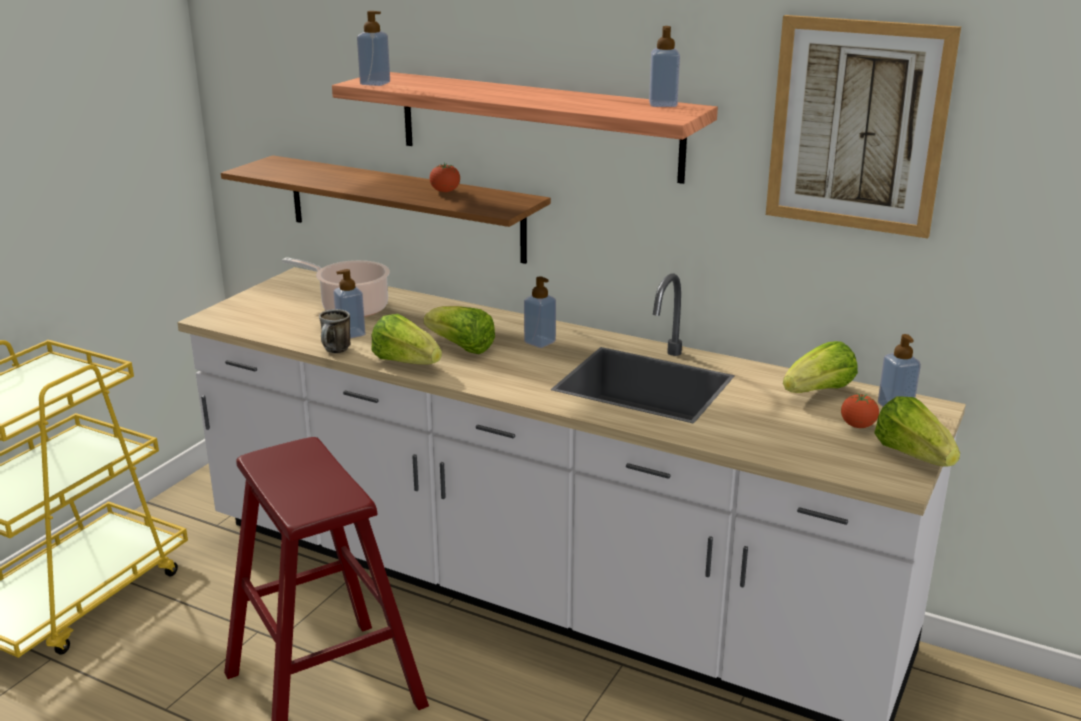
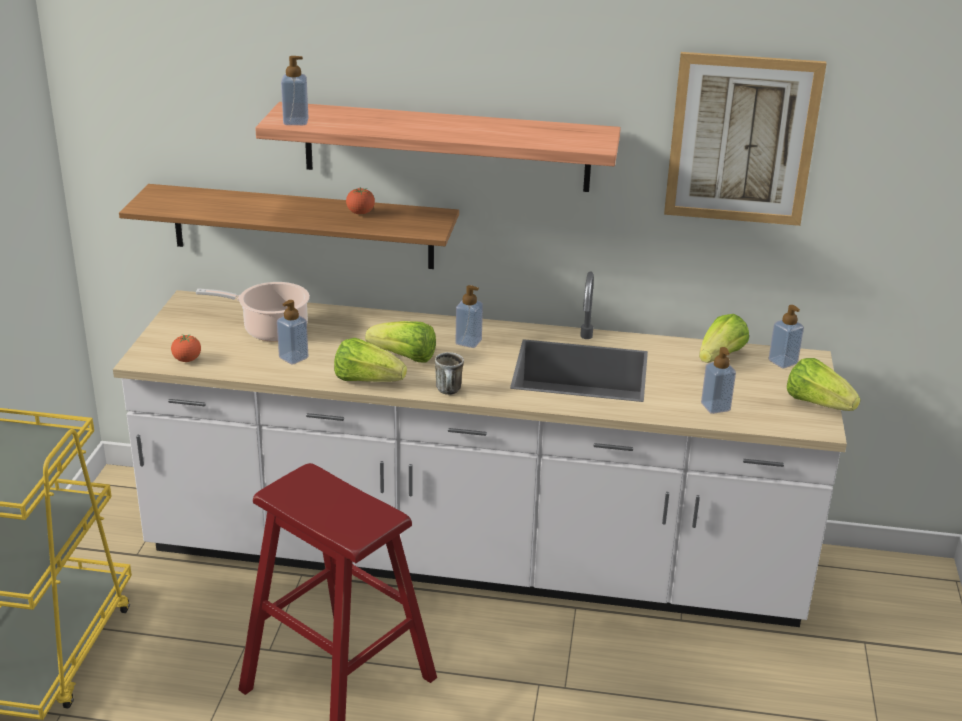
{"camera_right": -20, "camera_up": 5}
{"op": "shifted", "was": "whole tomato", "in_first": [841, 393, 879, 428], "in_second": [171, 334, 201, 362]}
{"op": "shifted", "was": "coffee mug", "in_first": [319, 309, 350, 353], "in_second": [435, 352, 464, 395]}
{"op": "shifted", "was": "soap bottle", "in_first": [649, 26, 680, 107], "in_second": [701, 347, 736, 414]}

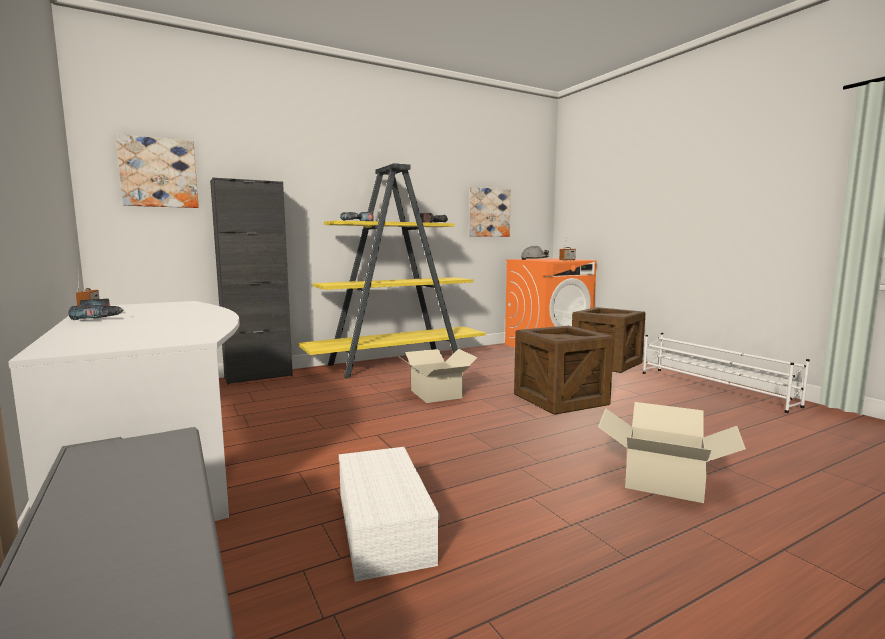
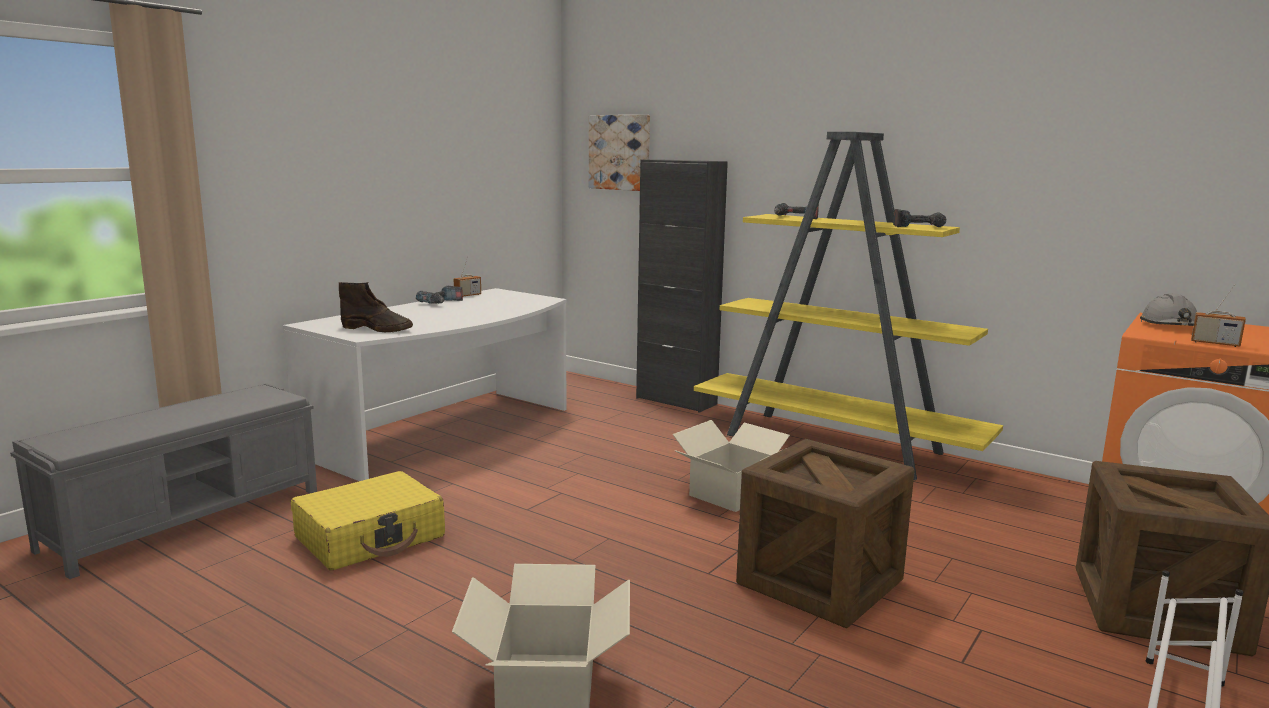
{"camera_right": 65, "camera_up": 5}
{"op": "swapped", "was": "storage bin/white-coloured", "now": "travel case/yellow", "in_first": [339, 447, 439, 582], "in_second": [291, 471, 445, 570]}
{"op": "new", "now": "boot/brown-coloured", "in_second": [339, 282, 413, 333]}
{"op": "gone", "was": "wall picture", "in_first": [469, 187, 511, 237]}

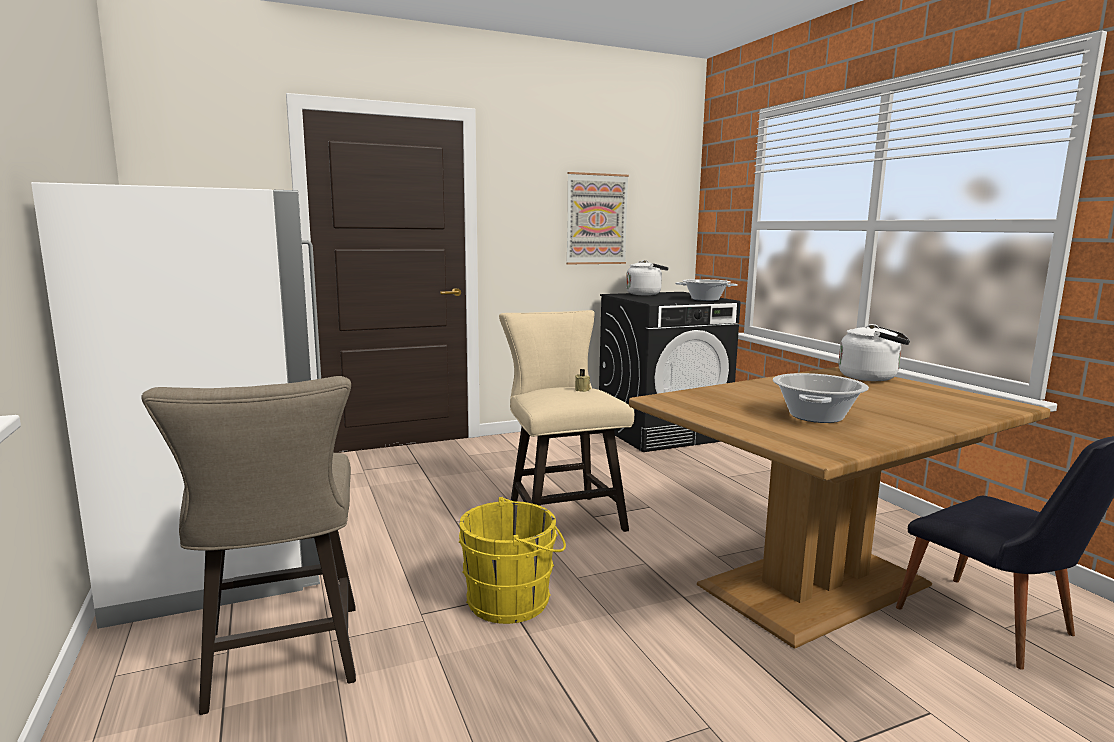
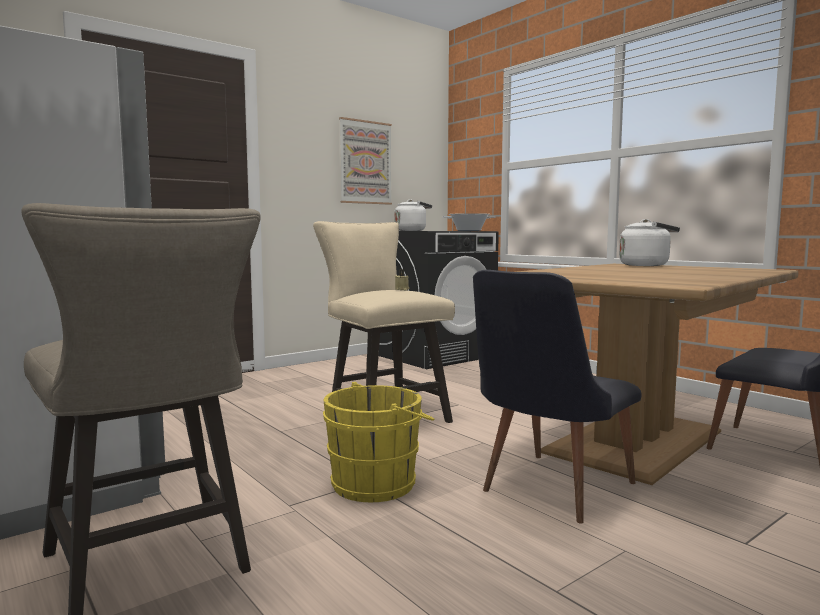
{"camera_right": -15, "camera_up": -5}
{"op": "new", "now": "chair/blackish", "in_second": [473, 270, 642, 524]}
{"op": "gone", "was": "cooking pot", "in_first": [773, 373, 869, 423]}

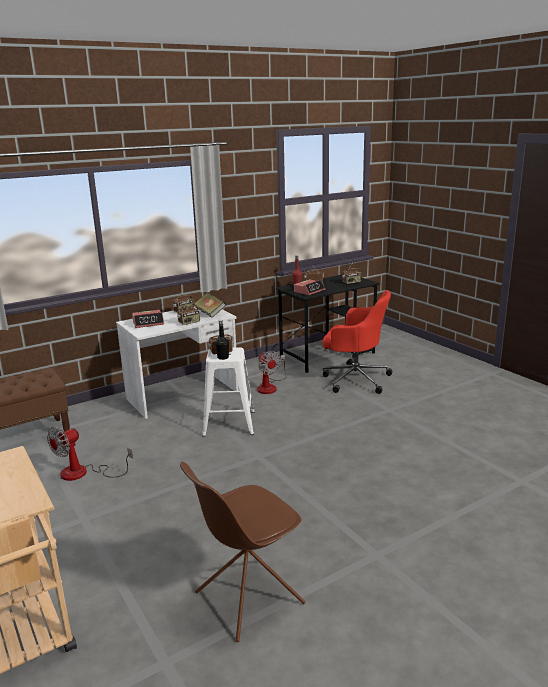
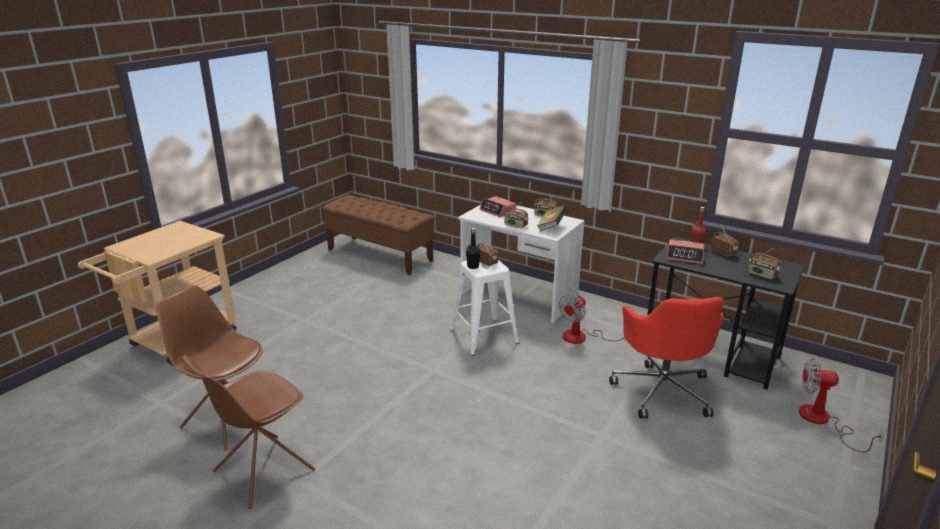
{"camera_right": 65, "camera_up": 5}
{"op": "new", "now": "chair/brown-coloured", "in_second": [182, 355, 315, 509]}
{"op": "shifted", "was": "electric fan", "in_first": [47, 427, 133, 481], "in_second": [799, 359, 884, 452]}

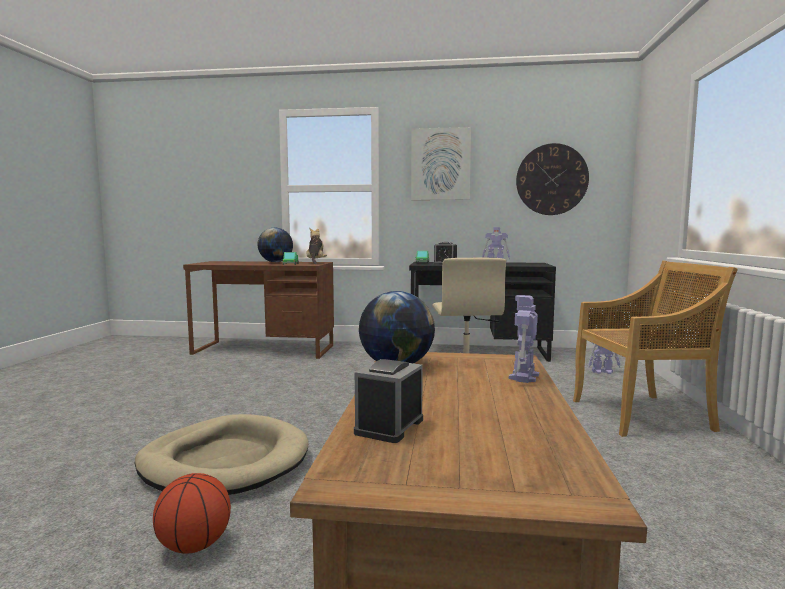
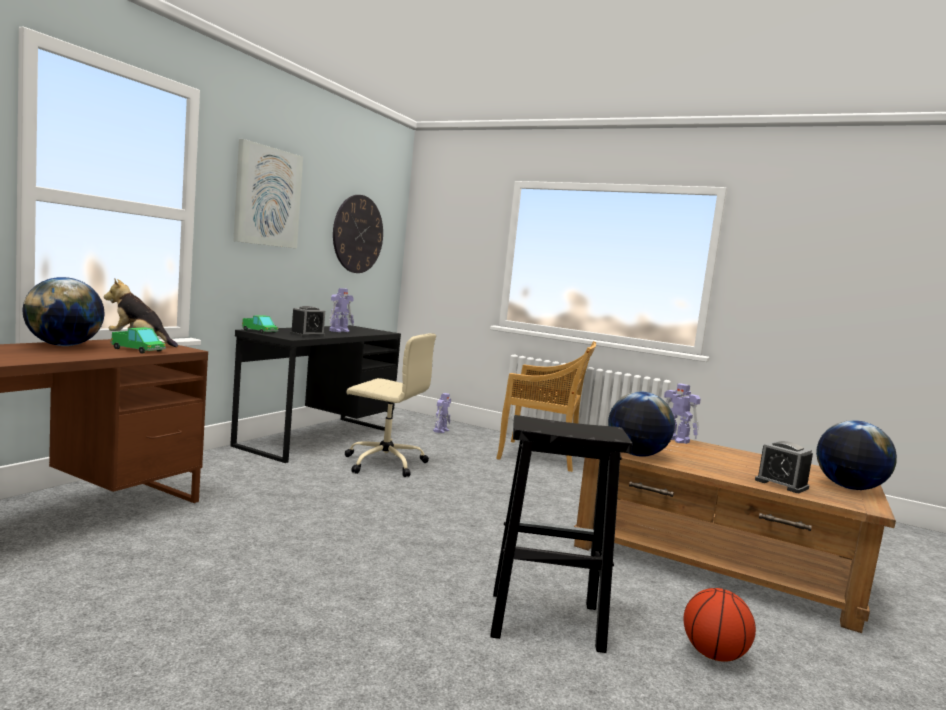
{"camera_right": -70, "camera_up": 0}
{"op": "swapped", "was": "dog cushion/beige-coloured", "now": "stool seat/blackish", "in_first": [134, 414, 309, 495], "in_second": [490, 415, 632, 653]}
{"op": "rotated", "was": "chair/beige-coloured", "in_first": [573, 261, 738, 437], "in_second": [496, 341, 596, 472], "clockwise": 90}
{"op": "new", "now": "globe", "in_second": [816, 420, 897, 490]}

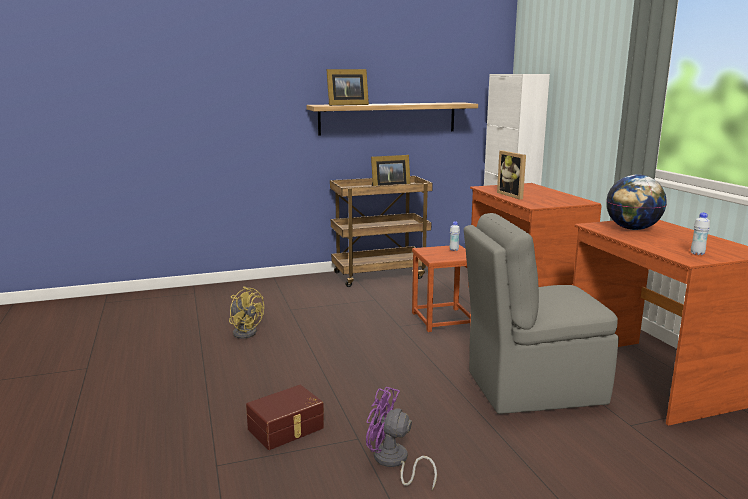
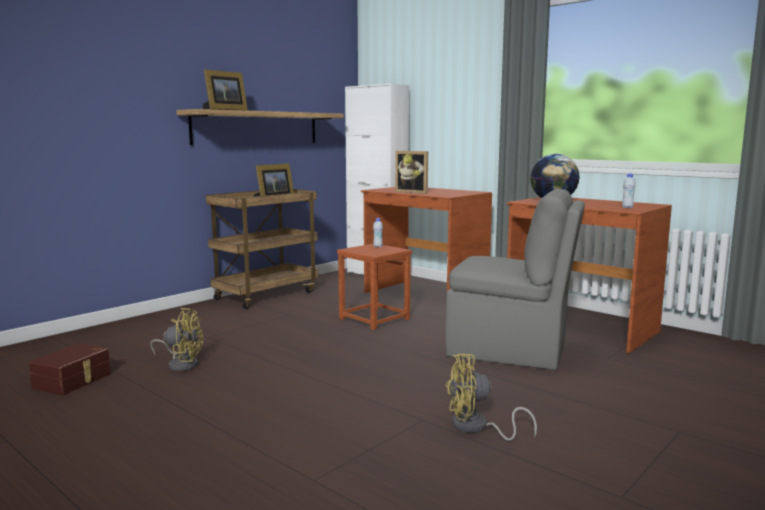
{"camera_right": -30, "camera_up": -5}
{"op": "shifted", "was": "storage bin/brown-coloured", "in_first": [246, 385, 324, 450], "in_second": [29, 343, 111, 396]}
{"op": "repainted", "was": "electric fan/purplish", "now": "electric fan/yellow", "in_first": [366, 387, 437, 490], "in_second": [445, 353, 537, 441]}
{"op": "rotated", "was": "chair/grey", "in_first": [464, 213, 619, 414], "in_second": [446, 189, 585, 370], "clockwise": -120}

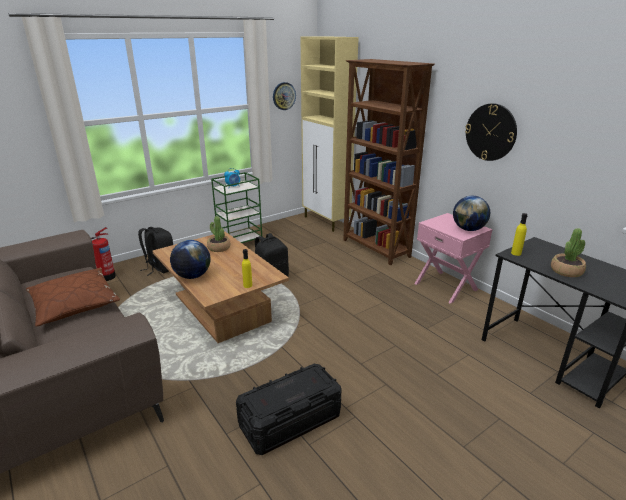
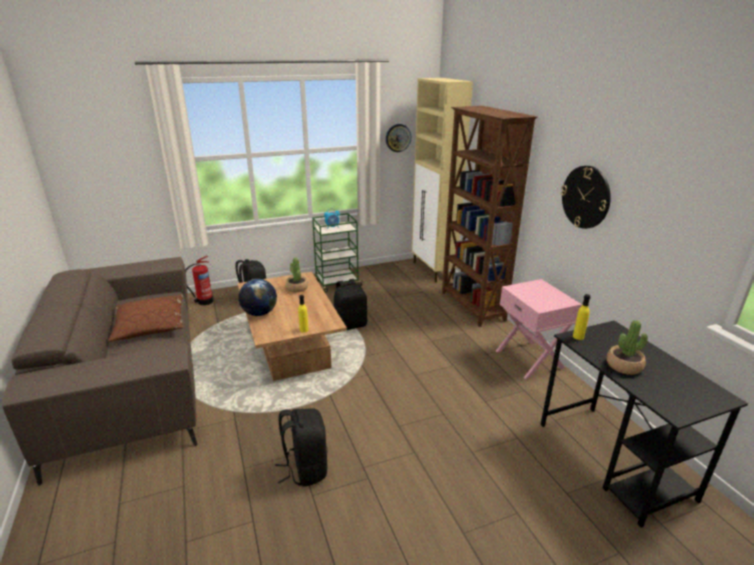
{"camera_right": 15, "camera_up": 0}
{"op": "swapped", "was": "storage bin/blackish", "now": "knapsack/blackish", "in_first": [236, 364, 342, 455], "in_second": [275, 408, 327, 487]}
{"op": "gone", "was": "globe", "in_first": [453, 196, 490, 231]}

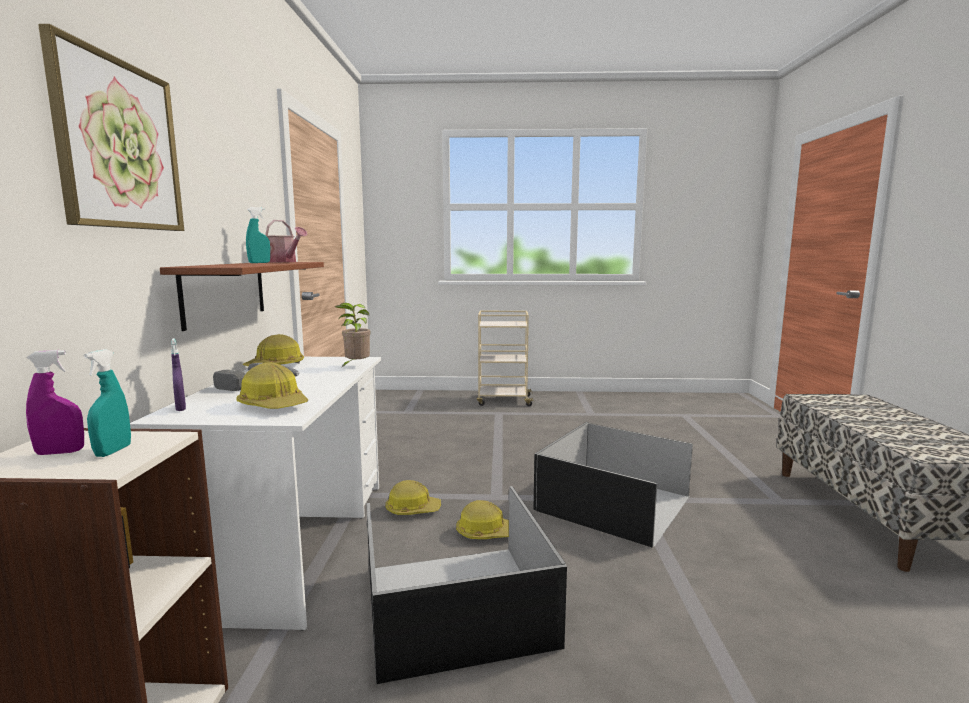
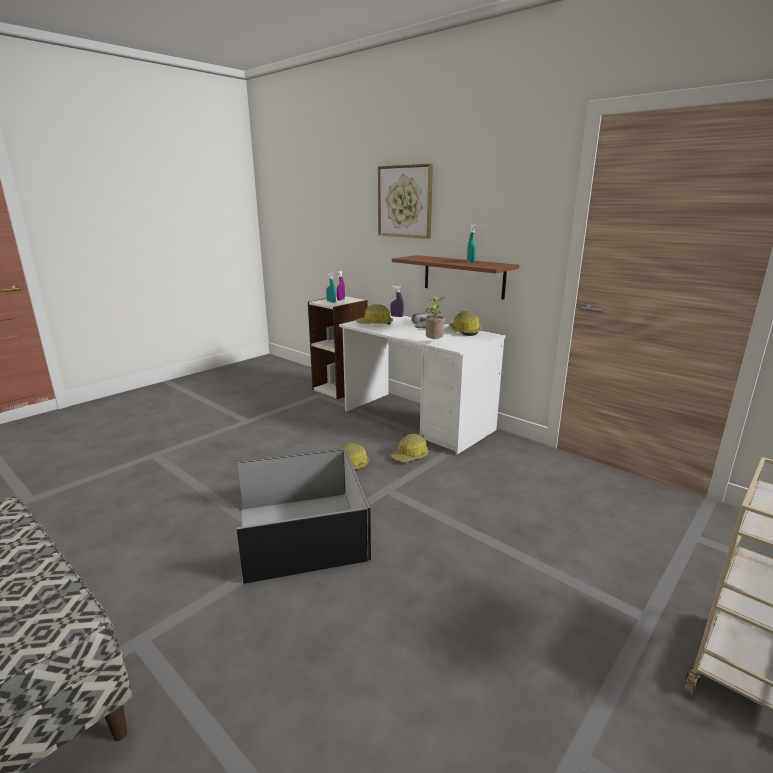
{"camera_right": 130, "camera_up": 10}
{"op": "gone", "was": "sprinkling can", "in_first": [265, 220, 307, 262]}
{"op": "gone", "was": "storage bin/blackish", "in_first": [366, 486, 567, 684]}

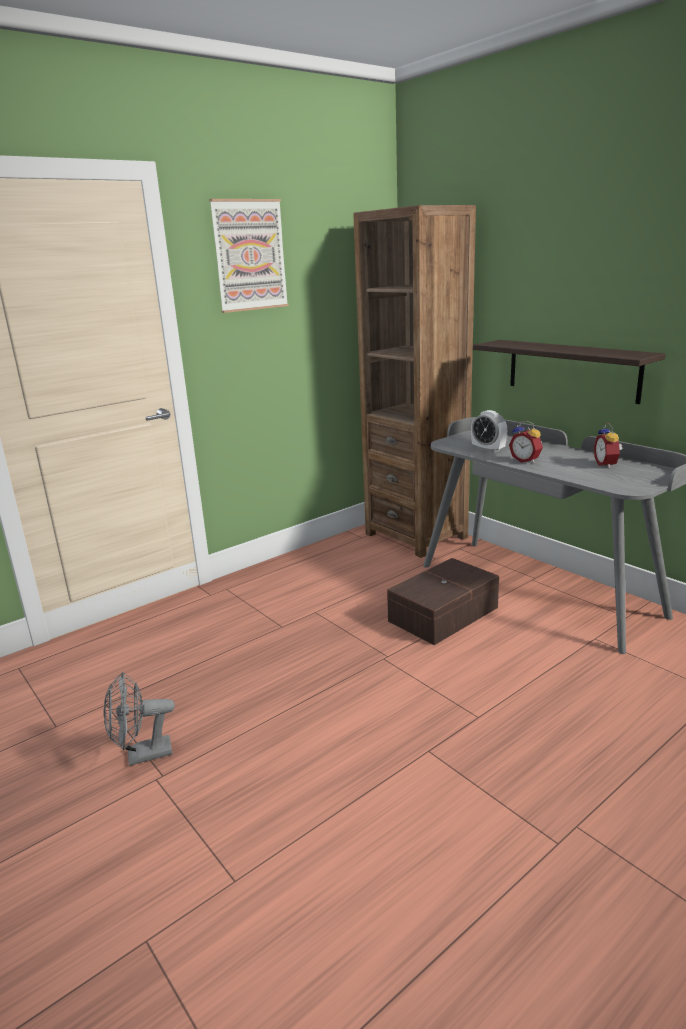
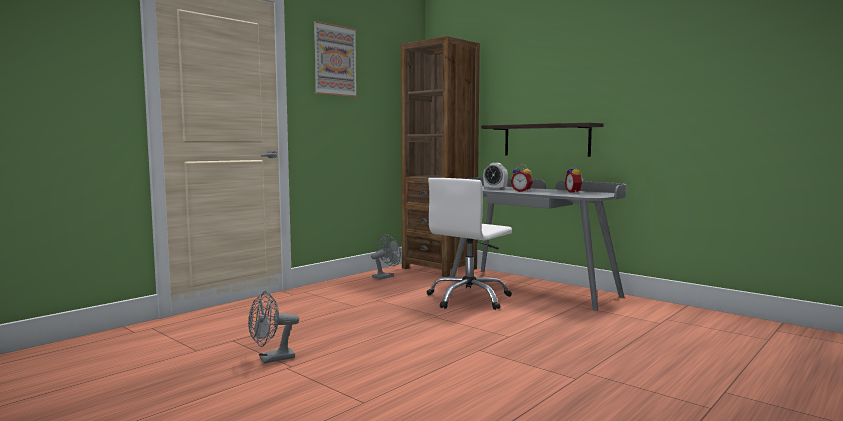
{"camera_right": -10, "camera_up": -15}
{"op": "new", "now": "electric fan/grey", "in_second": [371, 234, 401, 280]}
{"op": "swapped", "was": "storage bin/brown-coloured", "now": "computer chair/white-coloured", "in_first": [387, 558, 499, 645], "in_second": [427, 178, 512, 310]}

